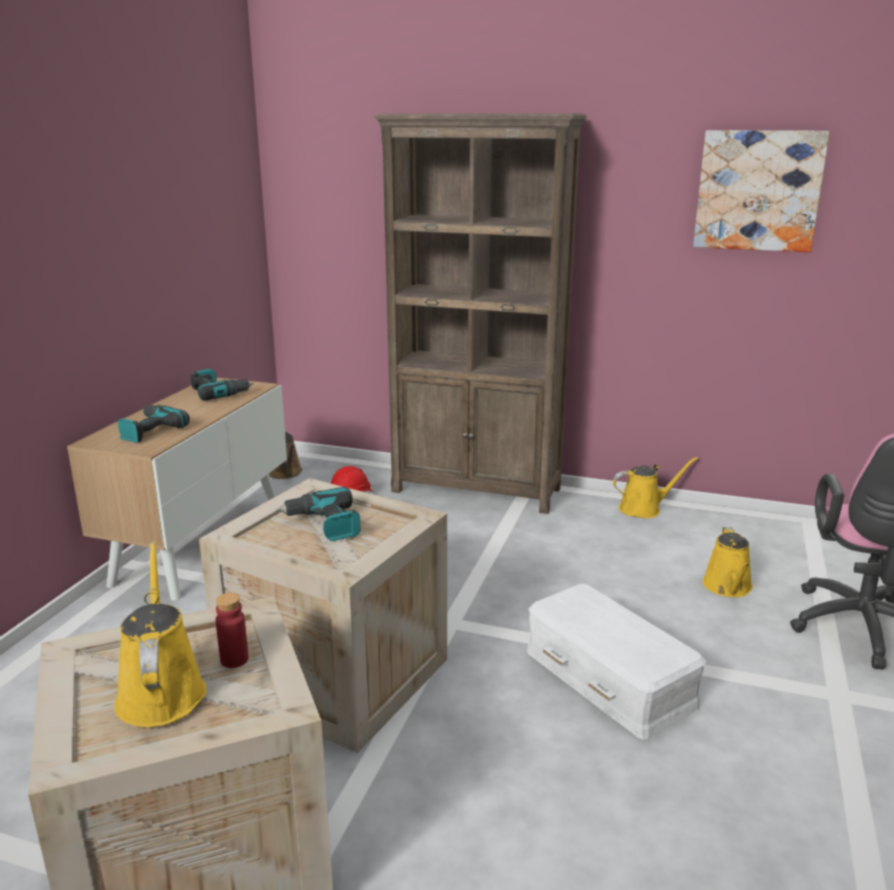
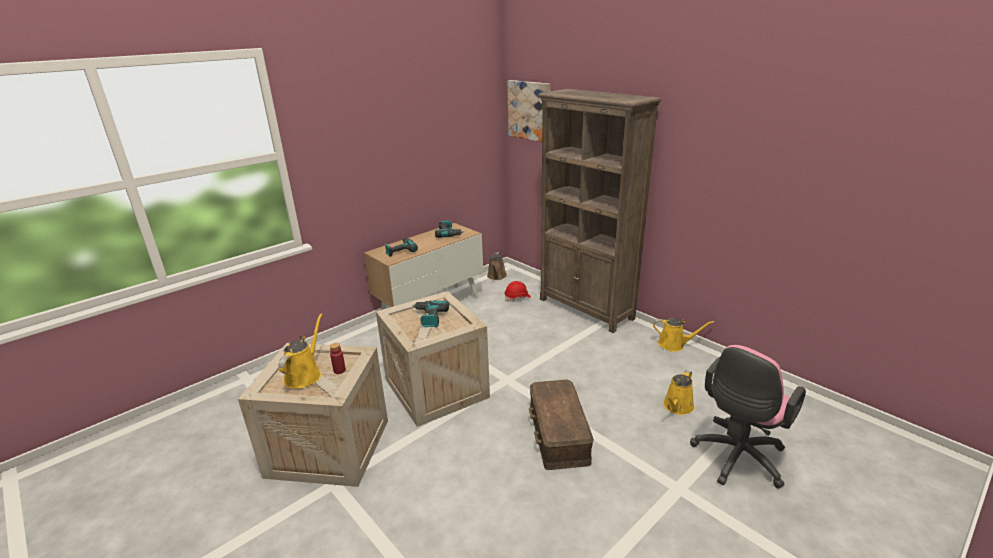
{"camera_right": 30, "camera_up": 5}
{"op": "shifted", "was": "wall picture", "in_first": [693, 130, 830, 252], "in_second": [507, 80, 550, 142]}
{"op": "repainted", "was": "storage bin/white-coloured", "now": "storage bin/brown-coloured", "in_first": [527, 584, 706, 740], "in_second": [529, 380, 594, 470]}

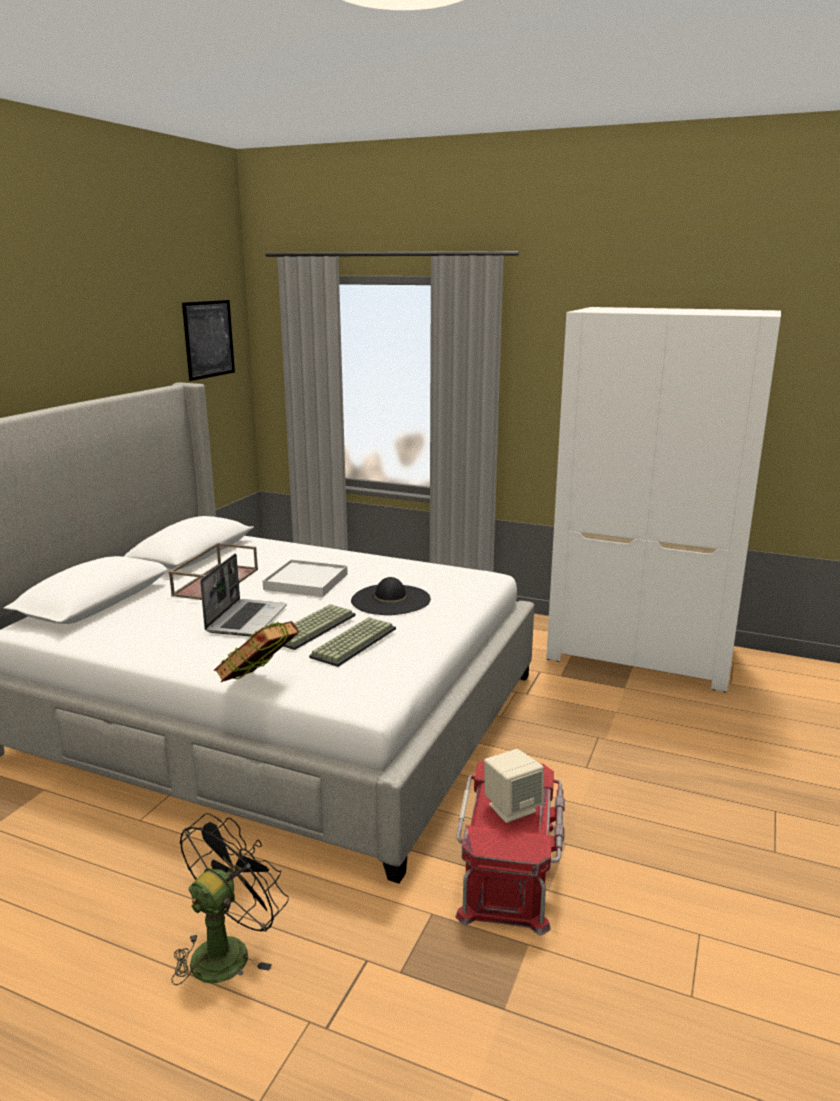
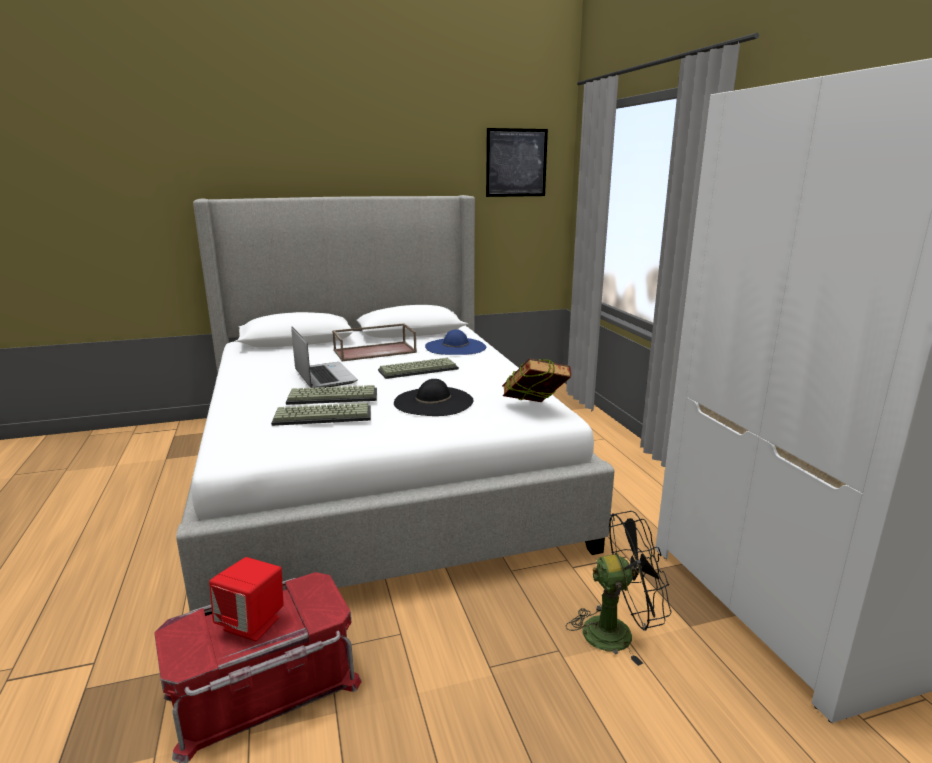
{"camera_right": 50, "camera_up": 0}
{"op": "repainted", "was": "loudspeaker/beige-coloured", "now": "loudspeaker/red", "in_first": [484, 749, 544, 823], "in_second": [209, 557, 284, 641]}
{"op": "rotated", "was": "laptop", "in_first": [200, 554, 287, 636], "in_second": [291, 327, 358, 389], "clockwise": -90}
{"op": "swapped", "was": "serving tray/white-coloured", "now": "keyboard", "in_first": [263, 559, 348, 597], "in_second": [378, 358, 459, 379]}
{"op": "new", "now": "clothing hat/bluish", "in_second": [425, 329, 486, 355]}
{"op": "shifted", "was": "bound book", "in_first": [214, 621, 299, 682], "in_second": [502, 358, 571, 402]}
{"op": "shifted", "was": "electric fan/blackish", "in_first": [171, 813, 289, 985], "in_second": [566, 511, 672, 666]}

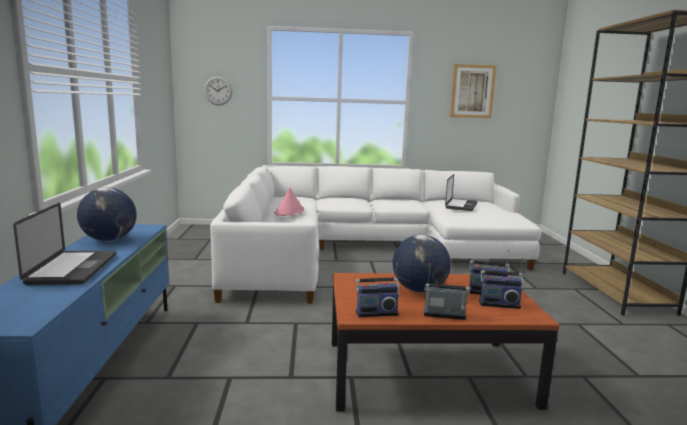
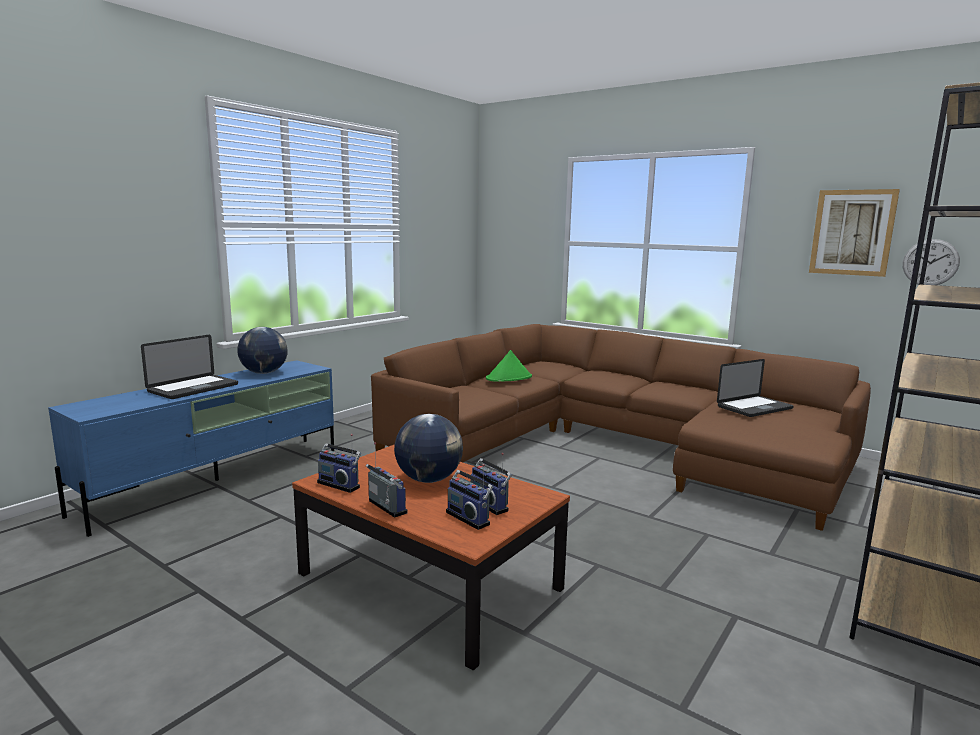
{"camera_right": 40, "camera_up": 0}
{"op": "repainted", "was": "couch/white-coloured", "now": "couch/brown-coloured", "in_first": [210, 166, 541, 304], "in_second": [371, 324, 871, 531]}
{"op": "repainted", "was": "clothing hat/pink", "now": "clothing hat/greenish", "in_first": [274, 188, 304, 216], "in_second": [486, 350, 532, 382]}
{"op": "shifted", "was": "clock on the wall", "in_first": [204, 76, 233, 106], "in_second": [903, 239, 960, 285]}

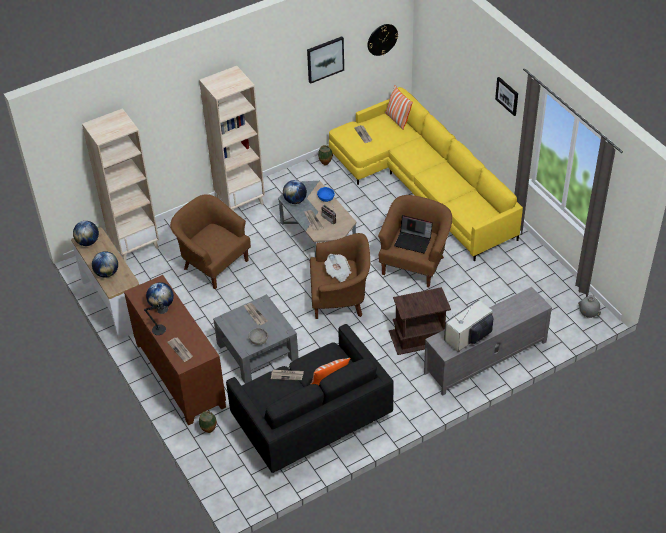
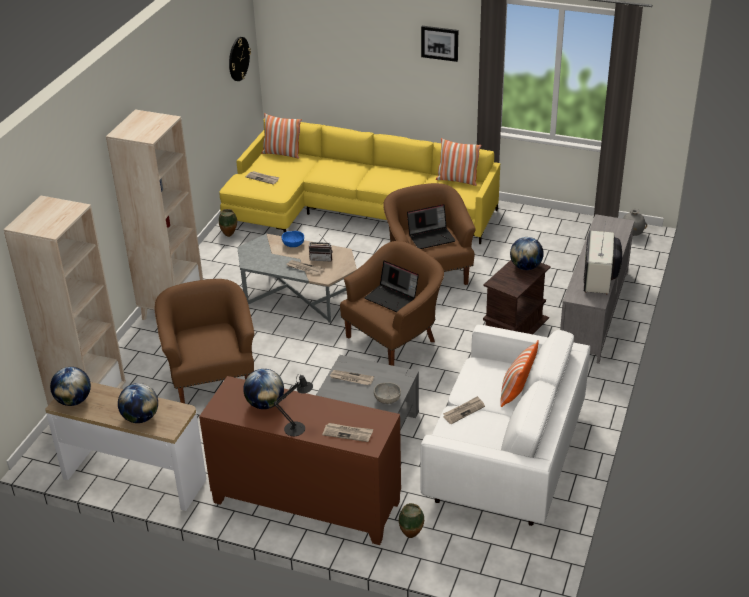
{"camera_right": -40, "camera_up": -10}
{"op": "rotated", "was": "armchair/brown-coloured", "in_first": [170, 194, 251, 289], "in_second": [155, 279, 254, 404], "clockwise": 75}
{"op": "swapped", "was": "printed paper", "now": "laptop", "in_first": [324, 254, 352, 282], "in_second": [365, 261, 419, 312]}
{"op": "repainted", "was": "couch/blackish", "now": "couch/white-coloured", "in_first": [226, 324, 394, 473], "in_second": [420, 325, 590, 526]}
{"op": "new", "now": "throw pillow", "in_second": [436, 138, 481, 186]}
{"op": "shifted", "was": "globe", "in_first": [283, 180, 307, 204], "in_second": [510, 237, 544, 270]}
{"op": "gone", "was": "wall picture", "in_first": [307, 36, 344, 84]}

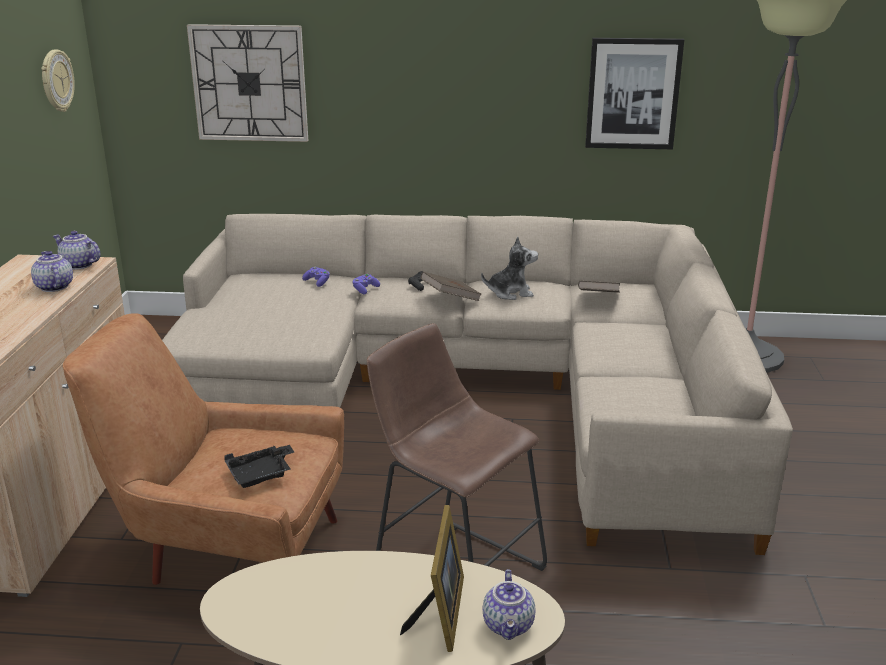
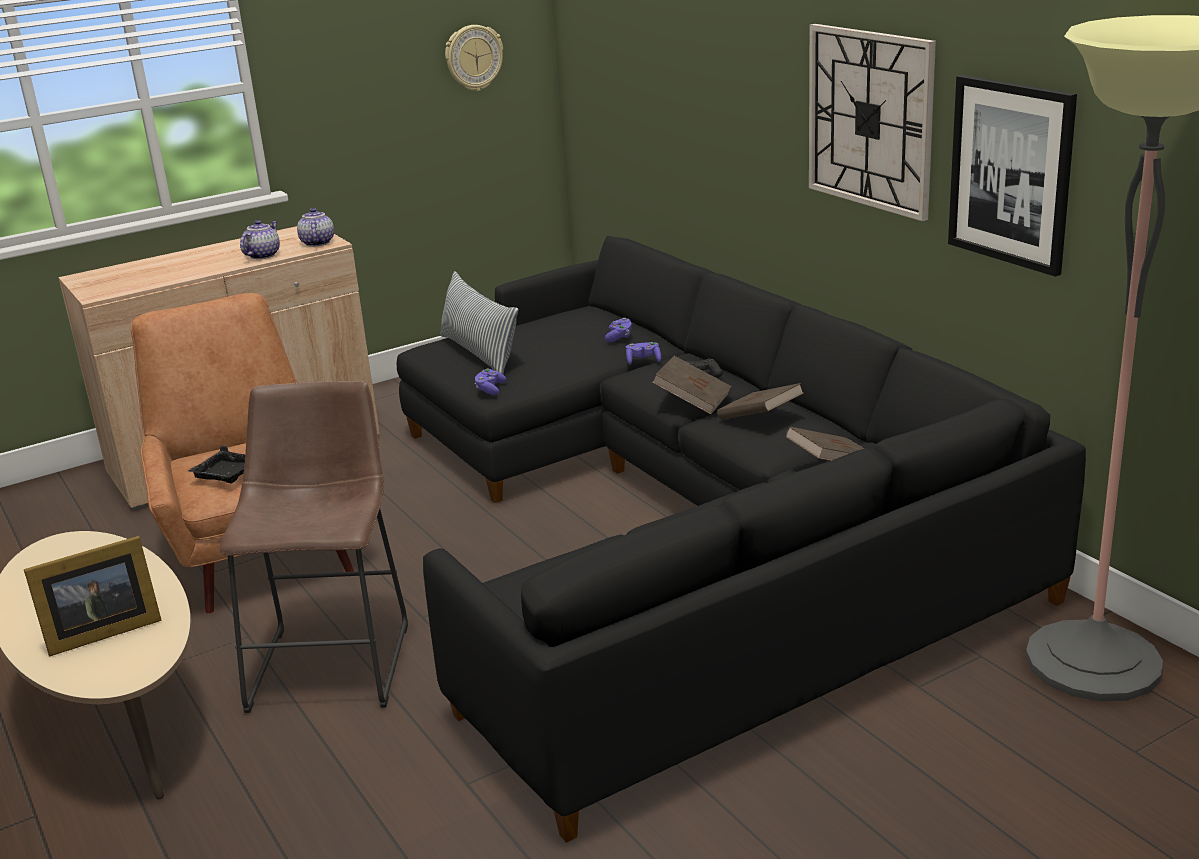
{"camera_right": 55, "camera_up": 0}
{"op": "repainted", "was": "couch/beige-coloured", "now": "couch/blackish", "in_first": [162, 214, 793, 555], "in_second": [397, 236, 1086, 843]}
{"op": "new", "now": "throw pillow", "in_second": [440, 271, 518, 374]}
{"op": "new", "now": "gamepad/purplish", "in_second": [474, 369, 506, 395]}
{"op": "swapped", "was": "plush toy", "now": "bound book/brown-coloured", "in_first": [481, 237, 538, 300], "in_second": [717, 383, 804, 420]}
{"op": "shifted", "was": "clock on the wall", "in_first": [187, 24, 308, 142], "in_second": [809, 24, 936, 221]}
{"op": "gone", "was": "tea pot", "in_first": [483, 569, 536, 640]}

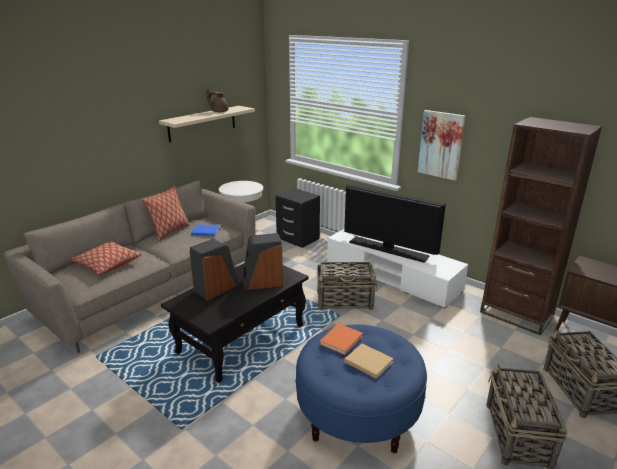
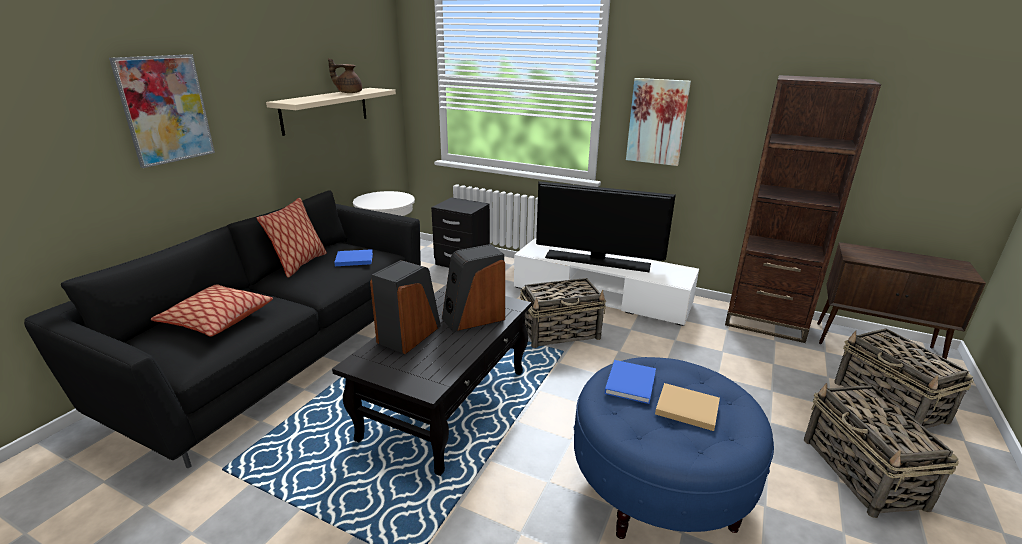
{"camera_right": -15, "camera_up": 0}
{"op": "repainted", "was": "couch/beige-coloured", "now": "couch/blackish", "in_first": [4, 181, 256, 353], "in_second": [24, 191, 421, 468]}
{"op": "new", "now": "wall picture", "in_second": [109, 54, 215, 168]}
{"op": "repainted", "was": "bound book/orange", "now": "bound book/bluish", "in_first": [319, 323, 363, 355], "in_second": [605, 360, 656, 404]}

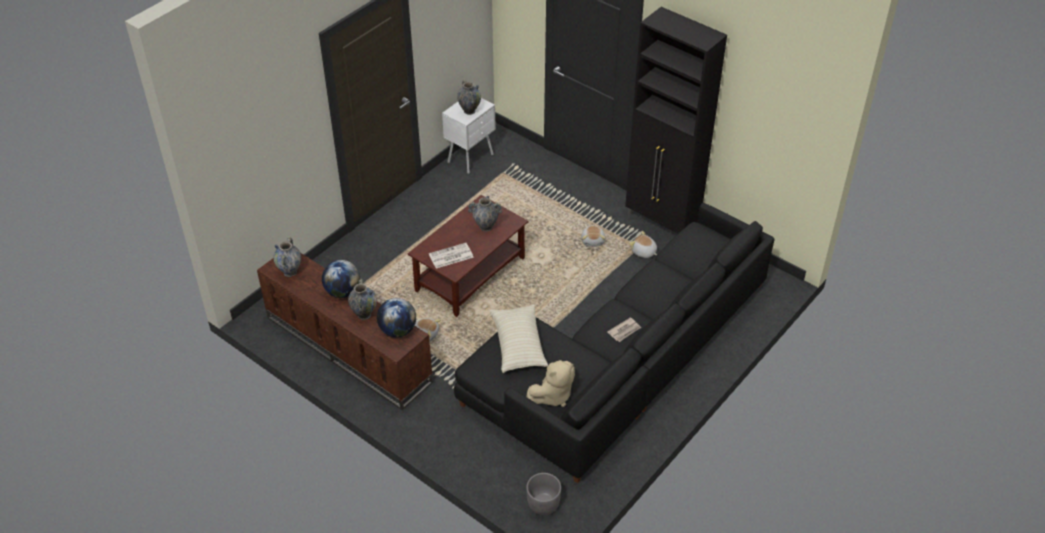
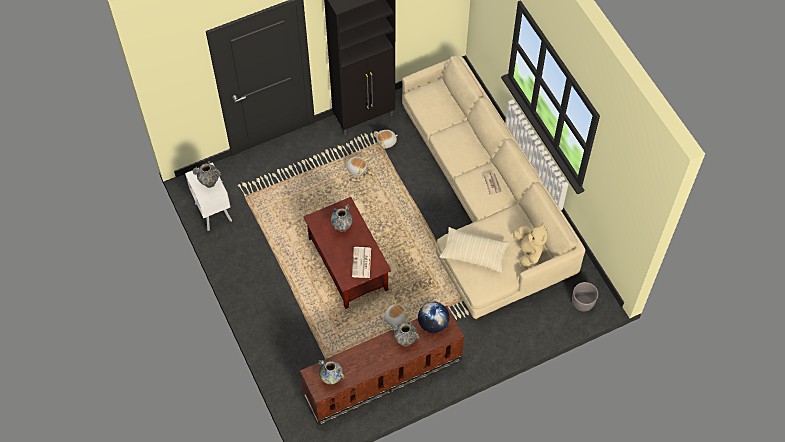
{"camera_right": -65, "camera_up": 15}
{"op": "repainted", "was": "couch/blackish", "now": "couch/beige-coloured", "in_first": [454, 203, 774, 483], "in_second": [402, 55, 586, 320]}
{"op": "gone", "was": "globe", "in_first": [322, 260, 360, 298]}

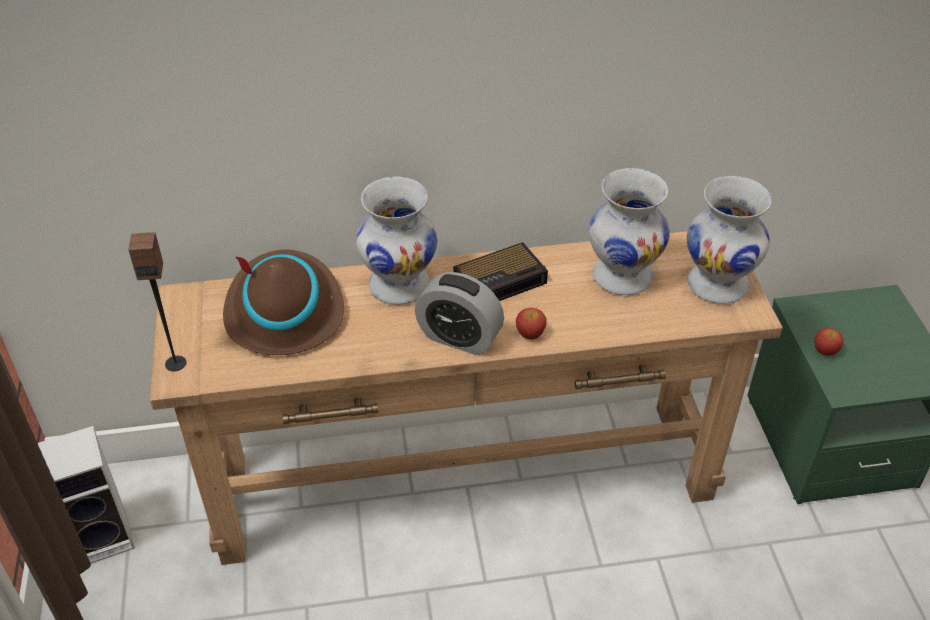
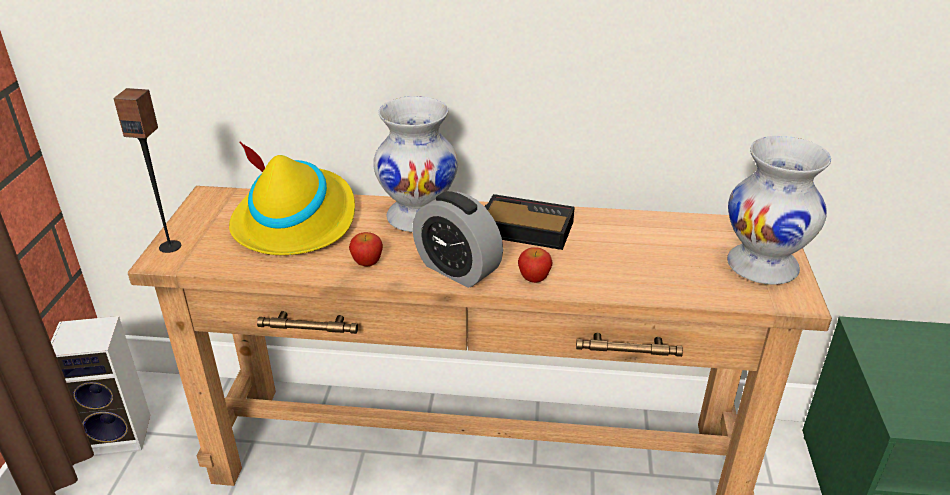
{"camera_right": 15, "camera_up": -10}
{"op": "repainted", "was": "clothing hat/brown-coloured", "now": "clothing hat/yellow", "in_first": [223, 250, 344, 355], "in_second": [229, 141, 355, 255]}
{"op": "shifted", "was": "apple fruit", "in_first": [814, 328, 843, 356], "in_second": [349, 232, 383, 266]}
{"op": "rotated", "was": "alarm clock", "in_first": [453, 242, 548, 301], "in_second": [484, 194, 575, 250], "clockwise": -150}
{"op": "gone", "was": "vase/white-coloured", "in_first": [588, 168, 670, 295]}

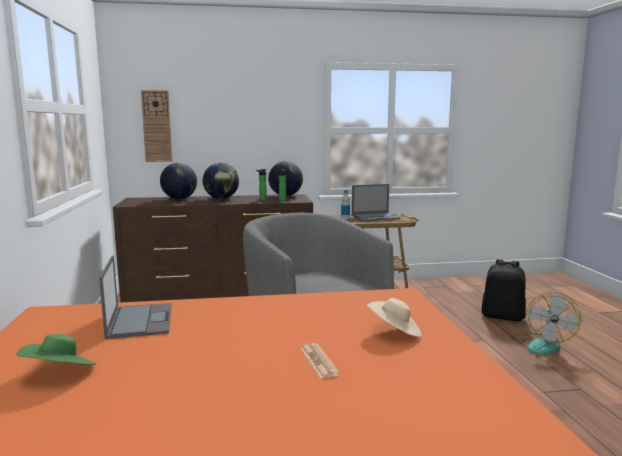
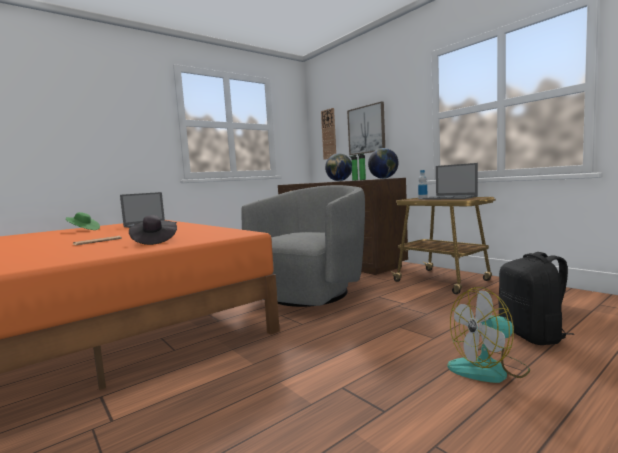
{"camera_right": 60, "camera_up": -5}
{"op": "repainted", "was": "clothing hat/beige-coloured", "now": "clothing hat/blackish", "in_first": [367, 298, 422, 337], "in_second": [129, 215, 177, 245]}
{"op": "new", "now": "wall picture", "in_second": [347, 101, 385, 155]}
{"op": "gone", "was": "globe", "in_first": [160, 163, 197, 199]}

